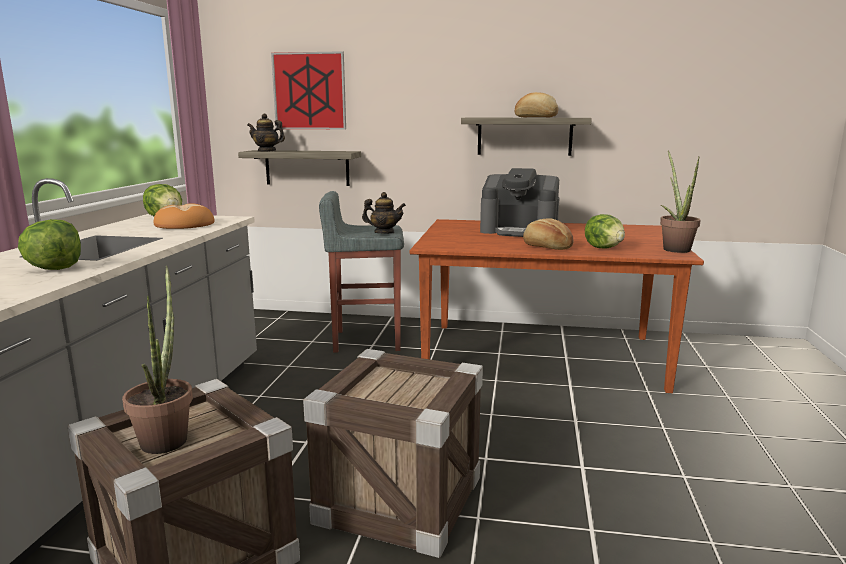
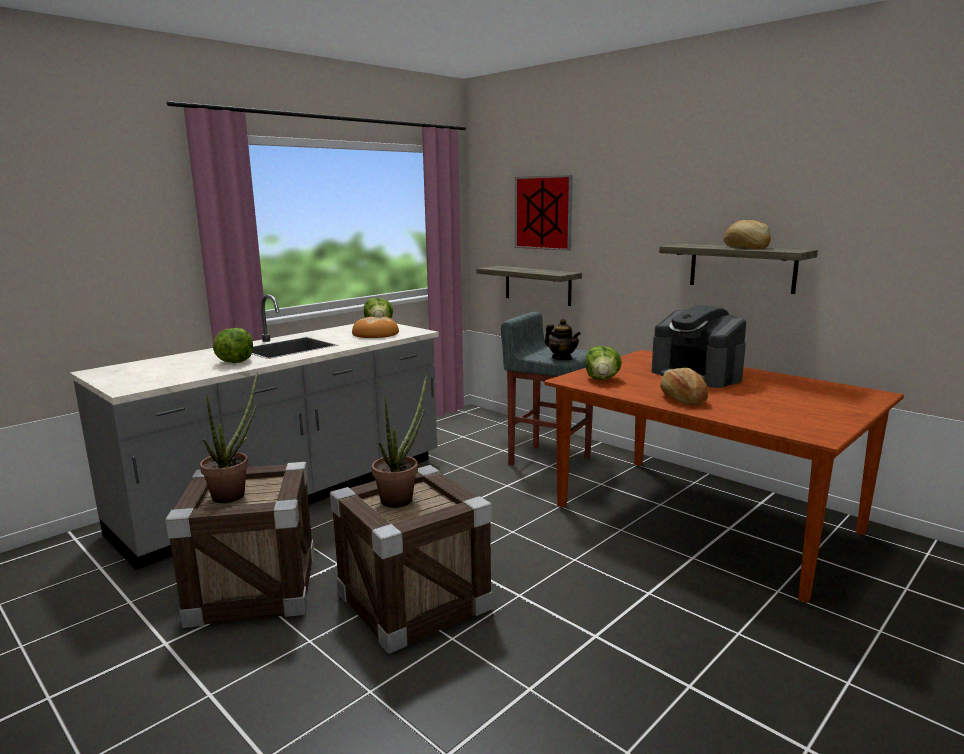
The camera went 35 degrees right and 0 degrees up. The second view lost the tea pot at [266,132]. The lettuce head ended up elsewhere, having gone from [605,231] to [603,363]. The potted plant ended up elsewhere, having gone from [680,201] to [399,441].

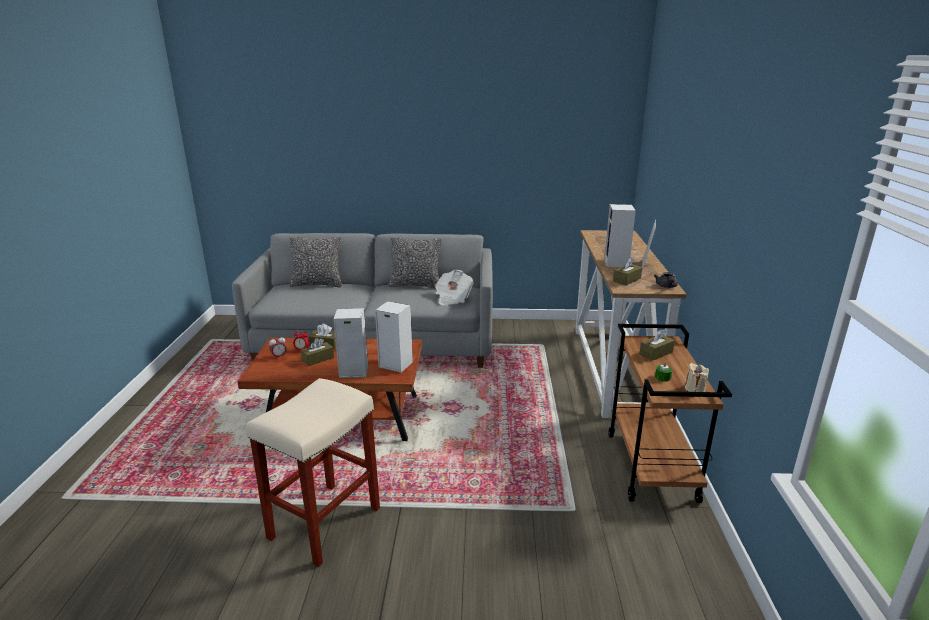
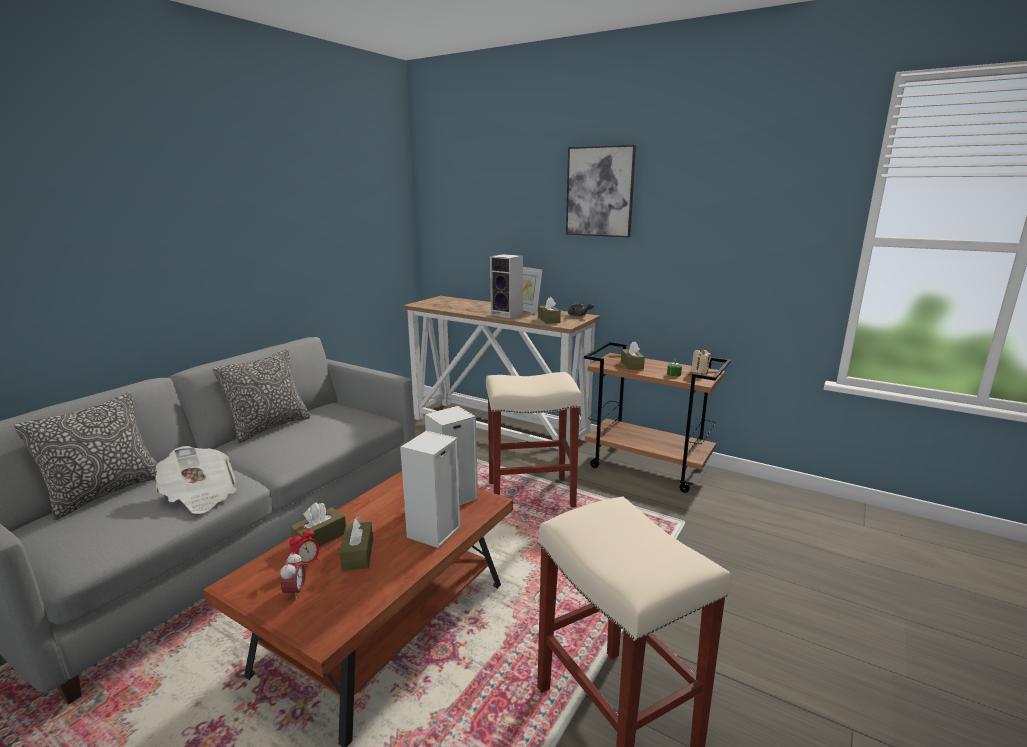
The camera went 60 degrees left and 5 degrees down. The second view gained the sand-coloured stool at [534,439]. The second view gained the wall art at [601,191]. The newspaper ended up elsewhere, having gone from [454,287] to [196,480].

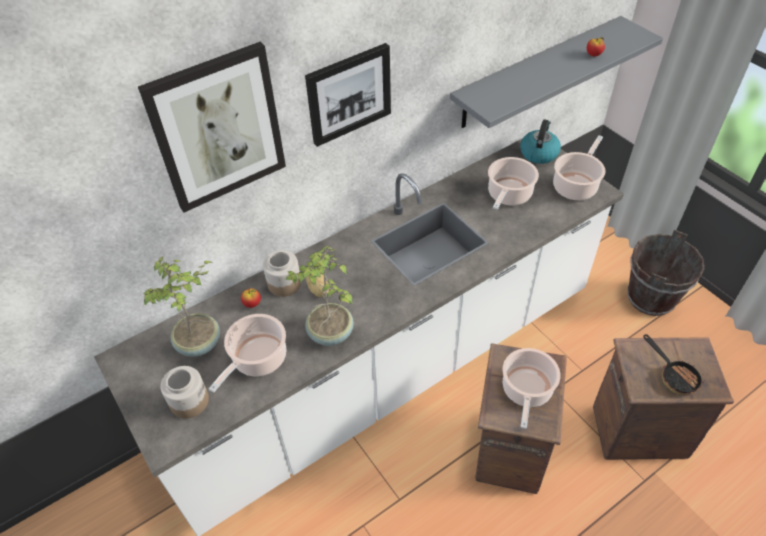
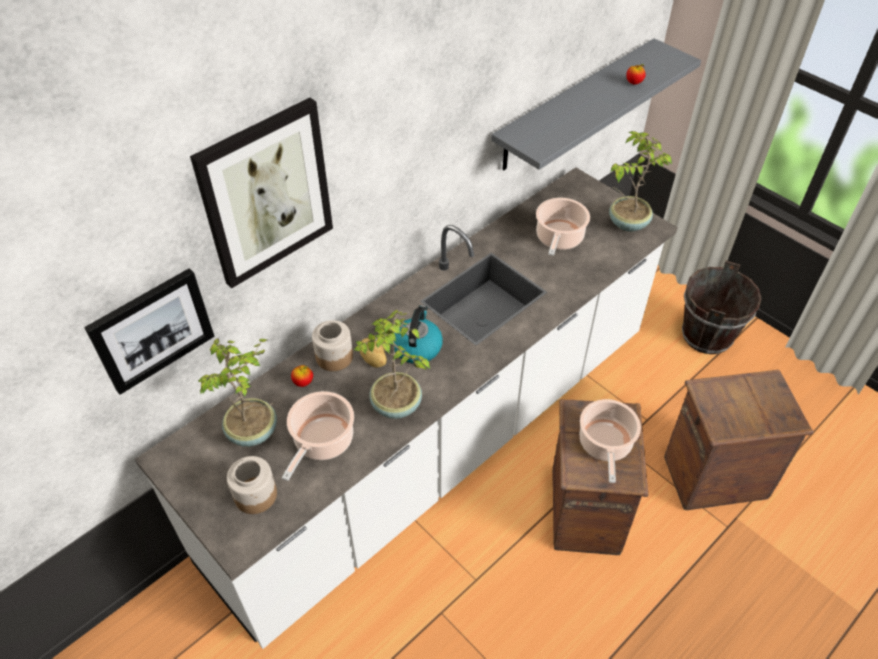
The camera went 10 degrees left and 0 degrees up. The second view lost the frying pan at [673,364]. The wall art ended up elsewhere, having gone from [348,95] to [149,331]. The kettle ended up elsewhere, having gone from [540,142] to [418,334]. Where the cooking pot stood at [579,167], the potted plant came to stand at [640,181].

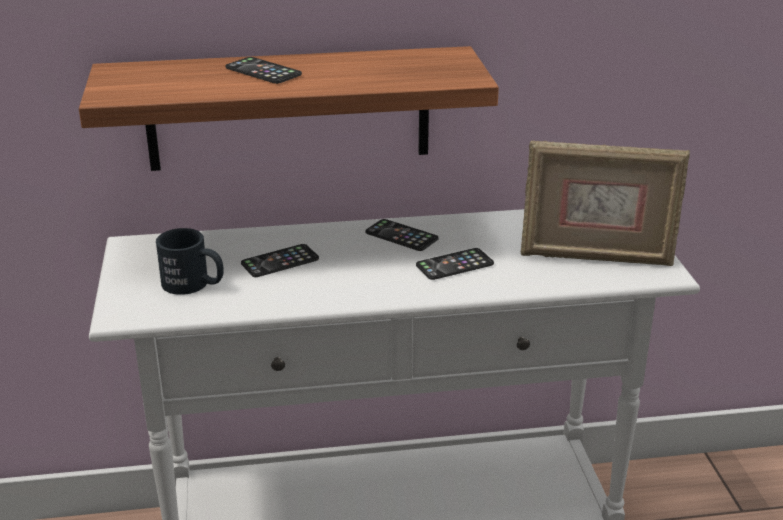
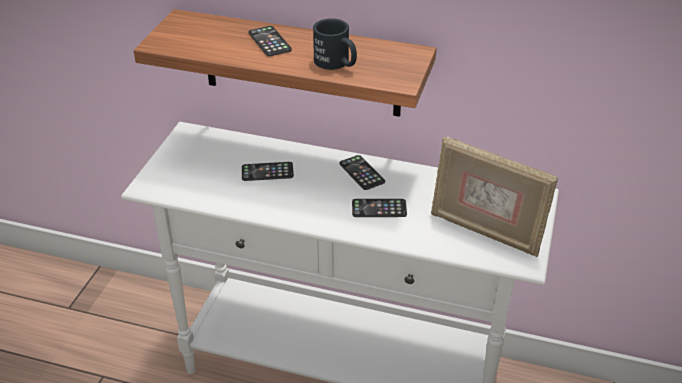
The camera went 25 degrees right and 10 degrees up. The black coffee mug ended up elsewhere, having gone from [190,261] to [335,44].

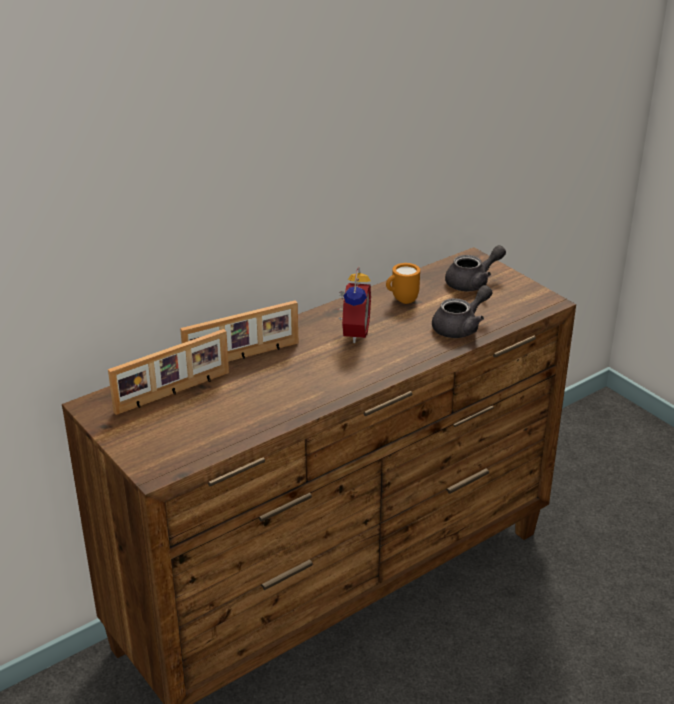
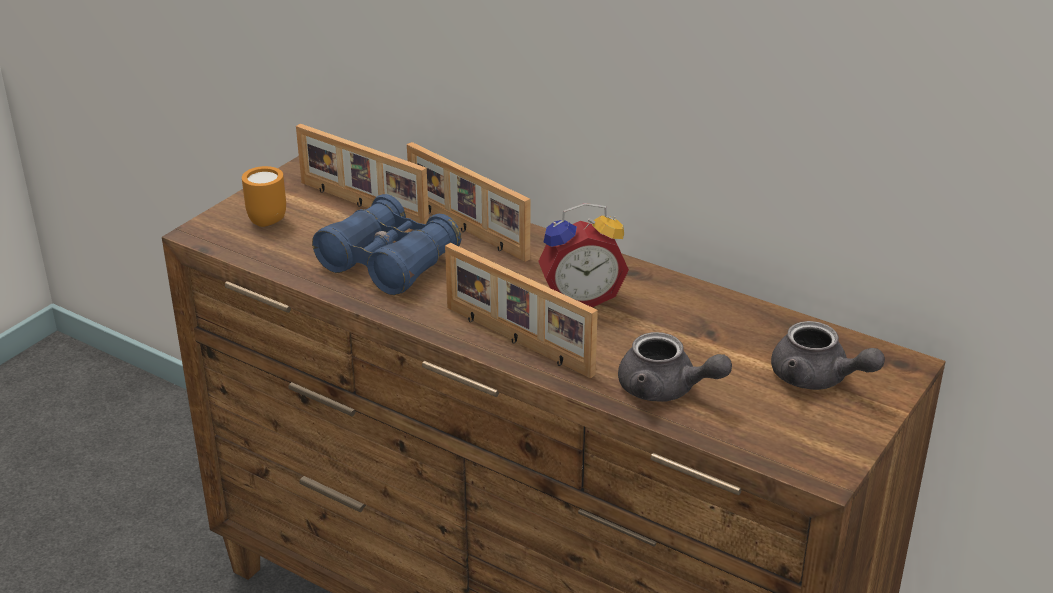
The camera went 70 degrees right and 0 degrees up. The second view gained the bluish binoculars at [386,244]. The second view gained the picture frame at [521,310]. The orange coffee mug ended up elsewhere, having gone from [403,283] to [264,196].

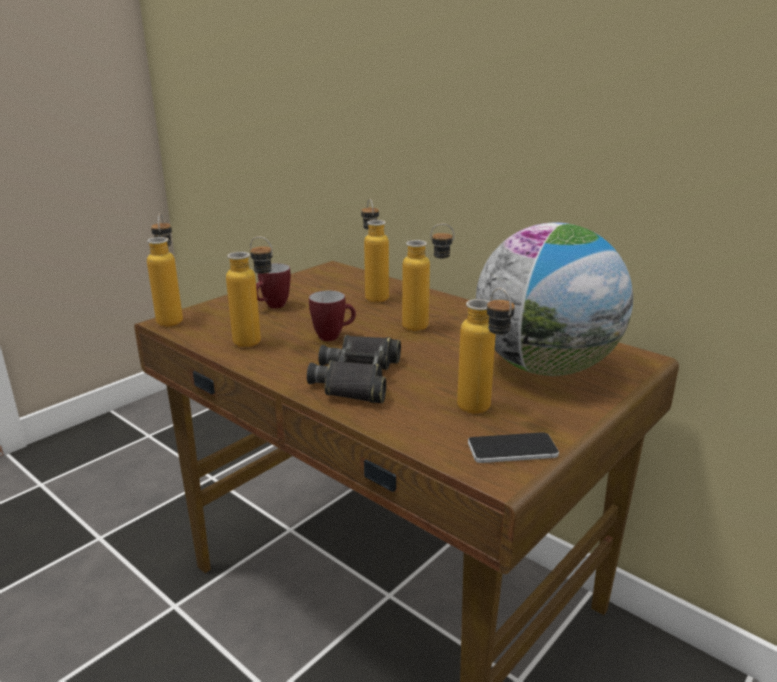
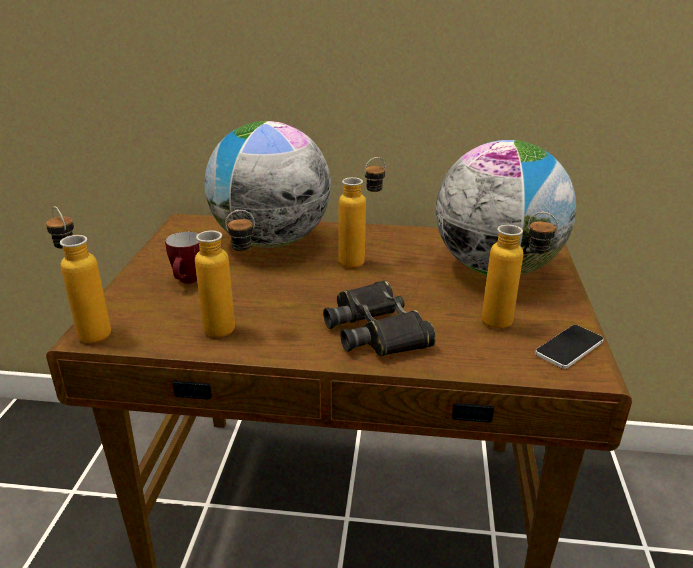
The camera went 35 degrees left and 5 degrees up. The second view lost the coffee mug at [332,315]. Where the drink bottle stood at [375,251], the desk globe came to stand at [268,184].

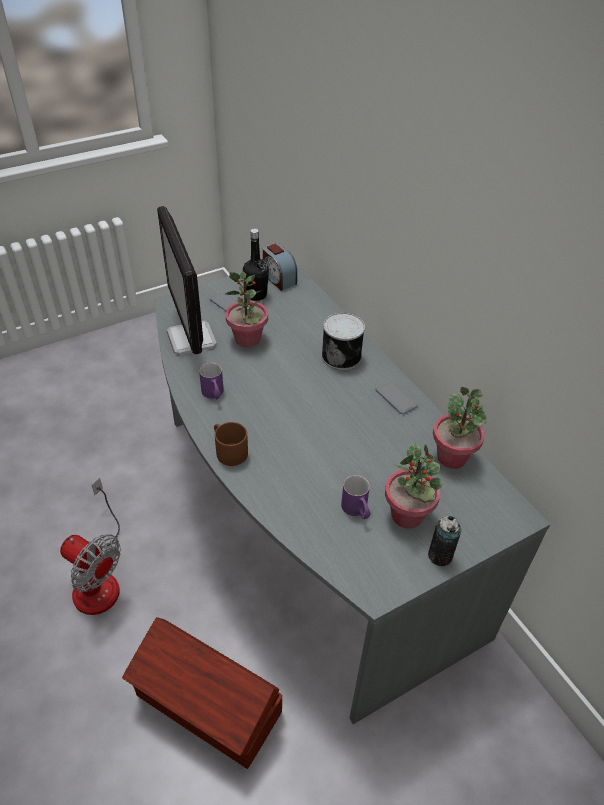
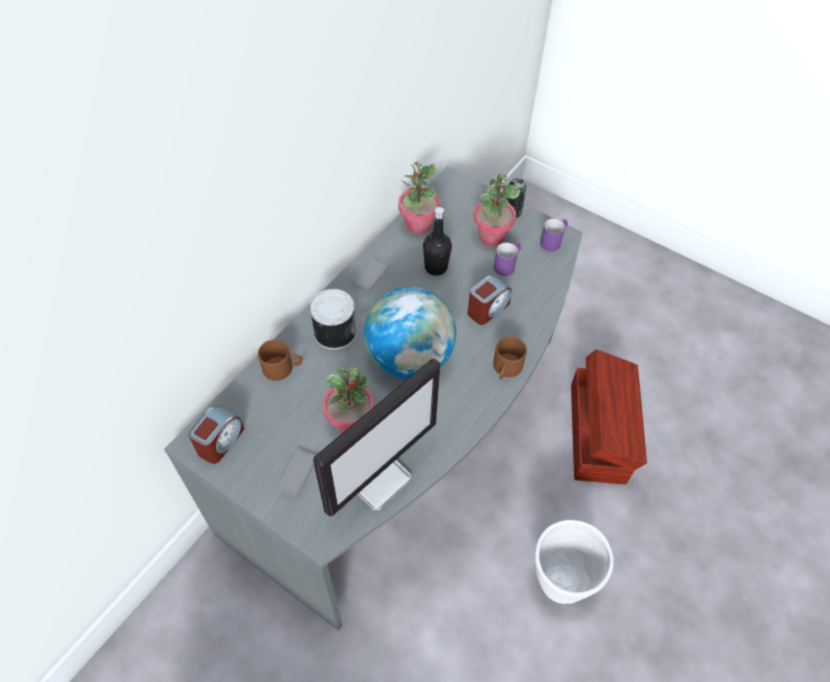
The camera went 115 degrees left and 10 degrees up. The second view gained the brown coffee mug at [280,360]. The second view gained the desk globe at [410,333]. The second view gained the bedside clock at [489,300]. The purple coffee mug ended up elsewhere, having gone from [211,381] to [554,235]. The black drink bottle ended up elsewhere, having gone from [256,265] to [437,241]. Where the fan stood at [90,546], the white plant pot came to stand at [574,562].

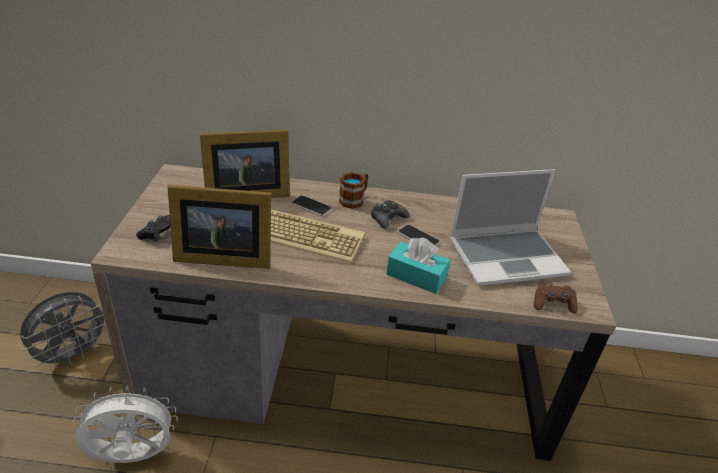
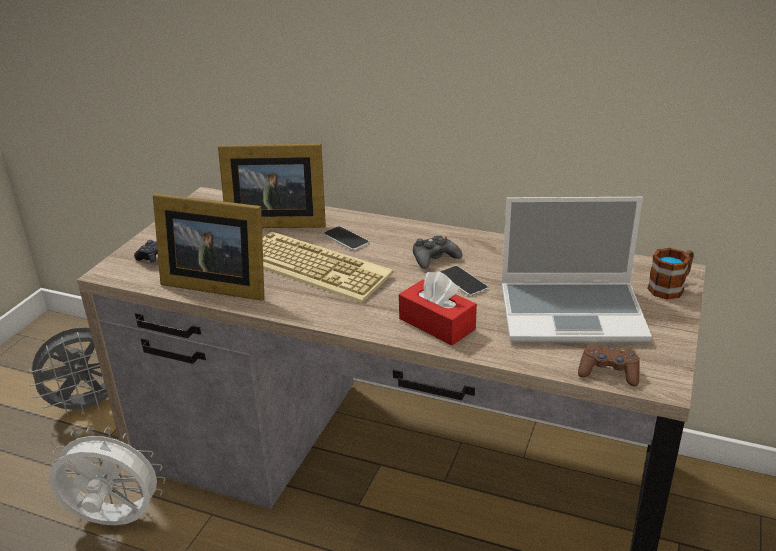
The camera went 20 degrees right and 5 degrees down. The coffee mug ended up elsewhere, having gone from [353,190] to [670,274]. What was the turquoise box of tissues at [418,266] turned into the reddish box of tissues at [438,308].

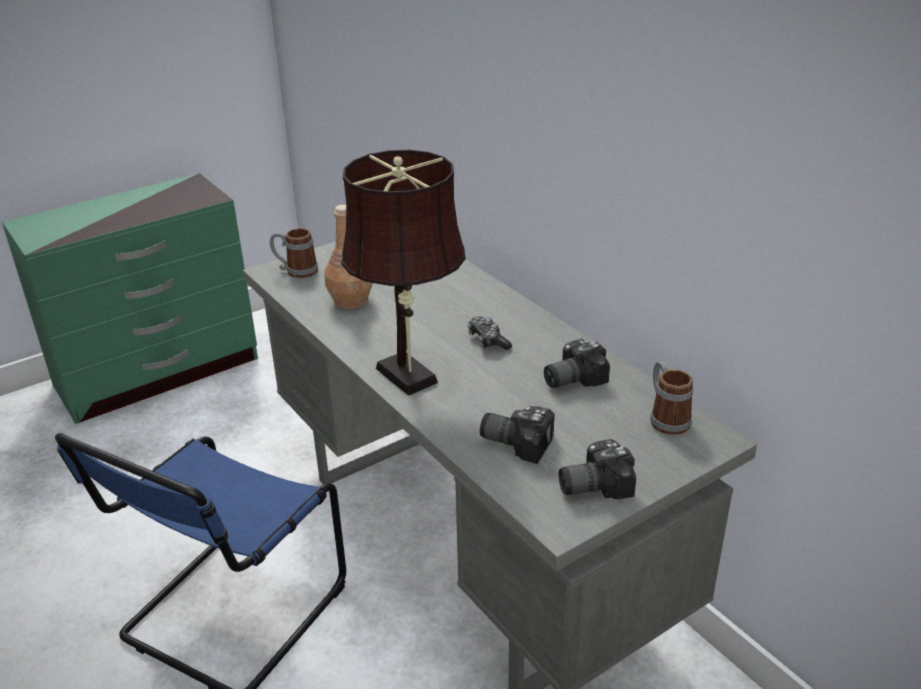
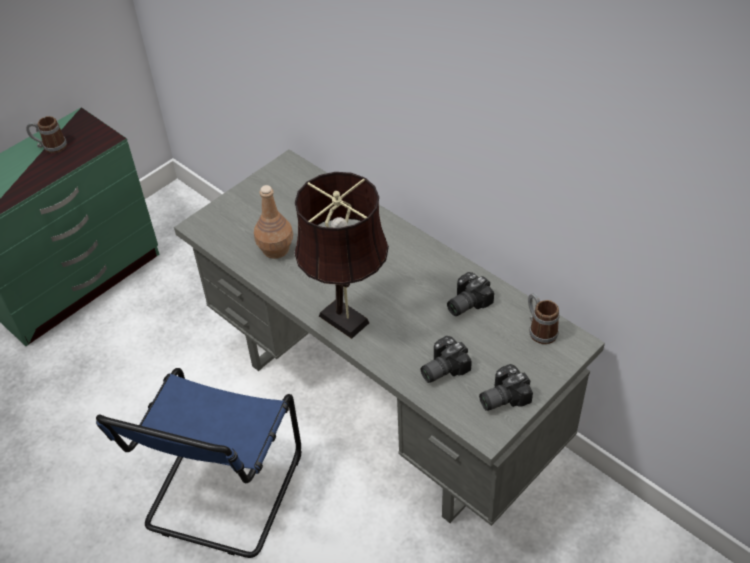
The camera went 10 degrees left and 15 degrees up. The second view lost the joypad at [489,333]. The coffee mug ended up elsewhere, having gone from [294,253] to [46,134]. The still camera at [517,435] ended up facing another way, 45 degrees counterclockwise from before.

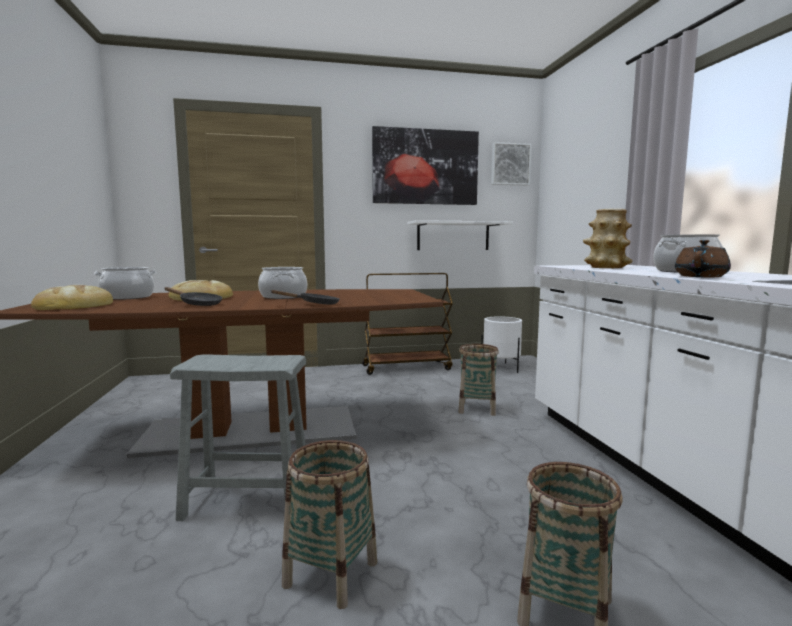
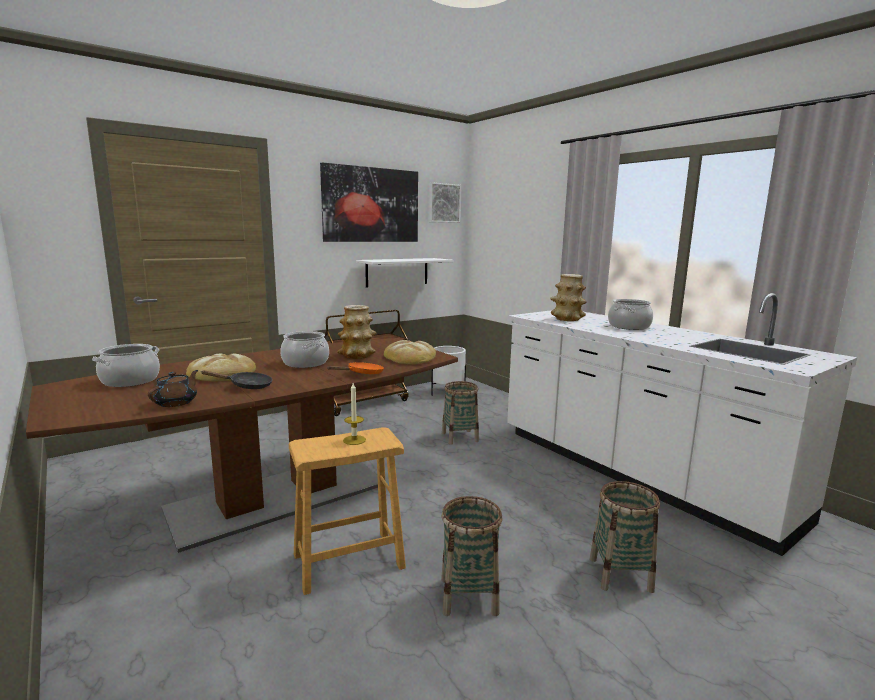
The camera went 25 degrees left and 5 degrees up. The second view gained the vase at [357,332]. The second view gained the wax light at [354,414]. The bakery bread ended up elsewhere, having gone from [72,297] to [410,352]. The brown tea pot ended up elsewhere, having gone from [703,259] to [173,388]. What was the grey stool at [238,437] turned into the brown stool at [347,511]. What was the black frying pan at [304,297] turned into the orange frying pan at [355,368].

